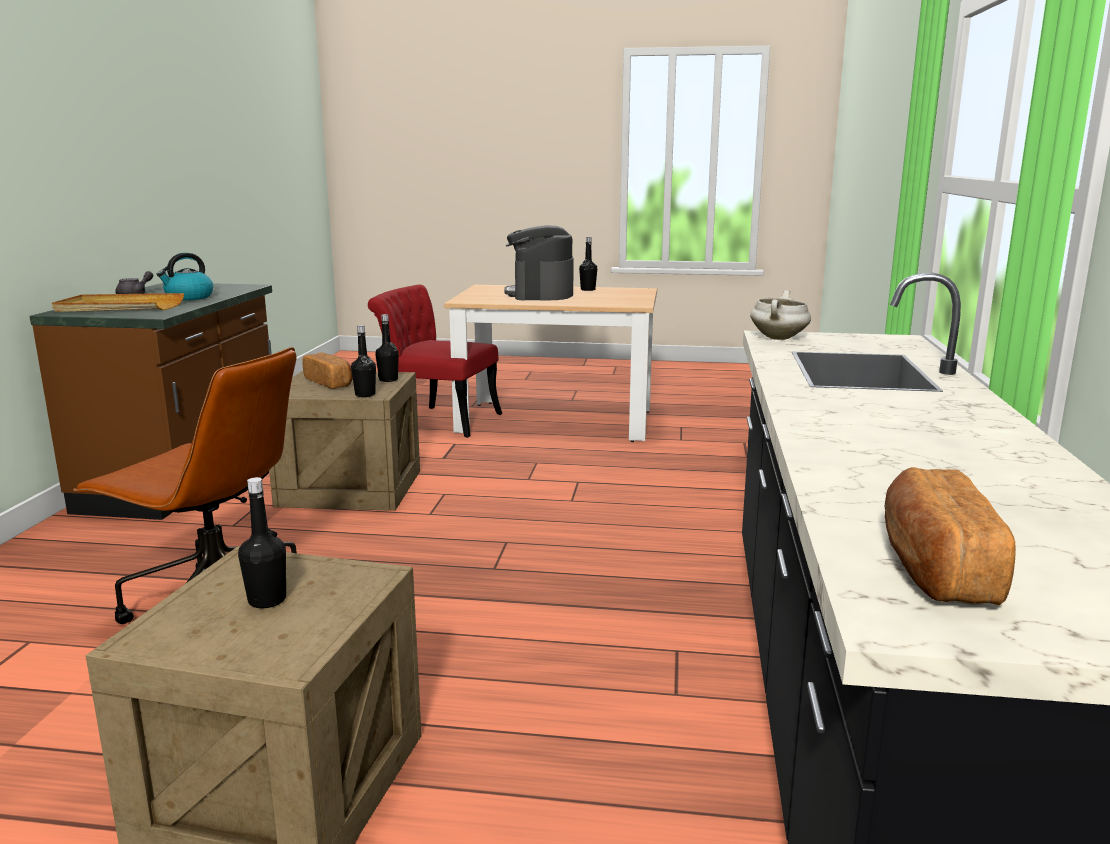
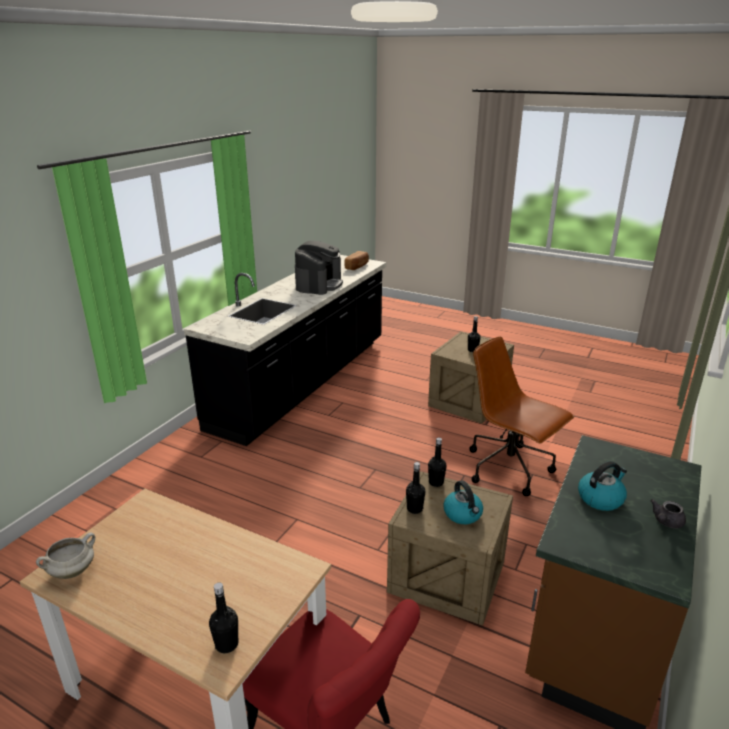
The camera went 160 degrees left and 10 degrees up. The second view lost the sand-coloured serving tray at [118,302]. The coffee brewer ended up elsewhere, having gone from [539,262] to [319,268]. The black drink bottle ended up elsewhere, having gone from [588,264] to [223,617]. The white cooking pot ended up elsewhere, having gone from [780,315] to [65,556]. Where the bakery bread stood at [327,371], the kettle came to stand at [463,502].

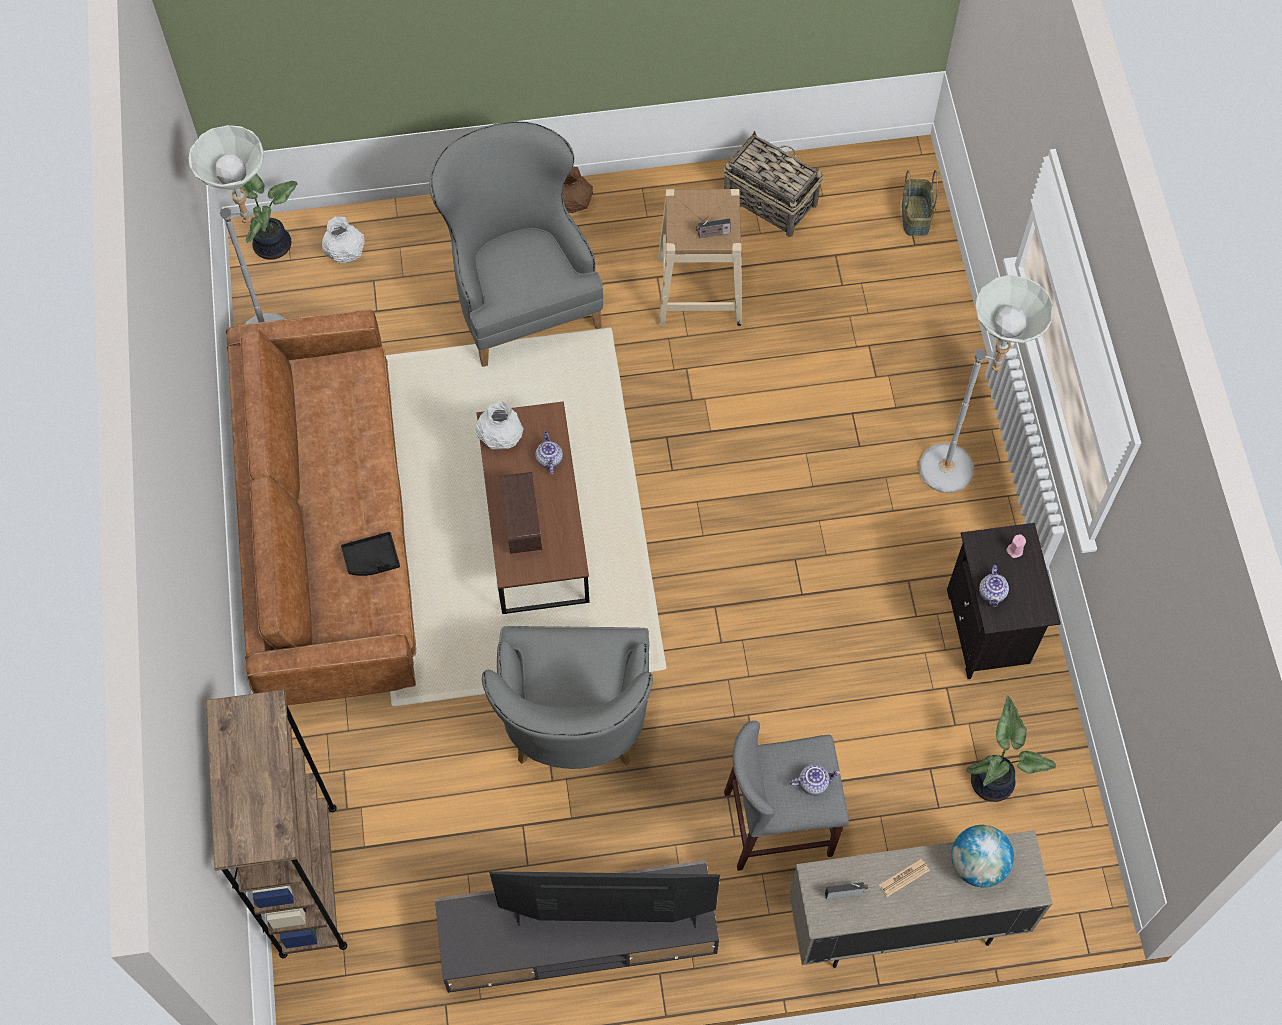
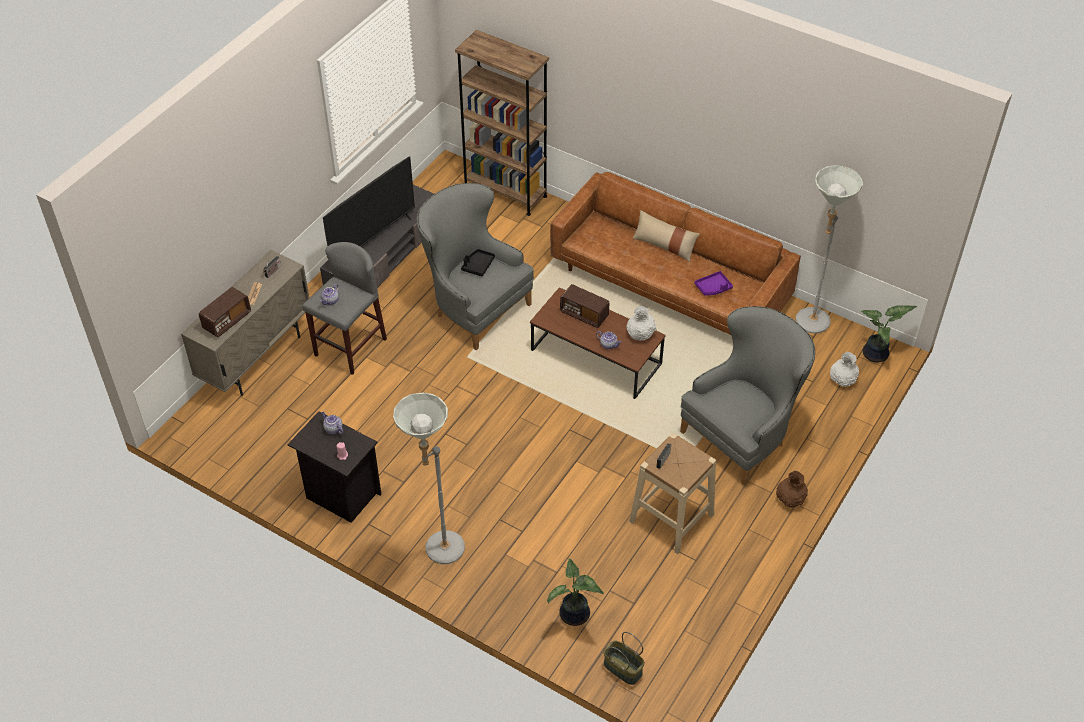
The camera went 130 degrees right and 15 degrees down. The second view lost the household basket at [774,184]. The second view gained the sand-coloured pillow at [666,236]. The second view gained the purple serving tray at [713,283]. The black serving tray ended up elsewhere, having gone from [370,554] to [478,262]. The potted plant ended up elsewhere, having gone from [1011,749] to [575,592]. Where the desk globe stood at [982,856], the radio receiver came to stand at [225,312]. The grey easy chair at [516,244] ended up facing another way, 60 degrees counterclockwise from before.

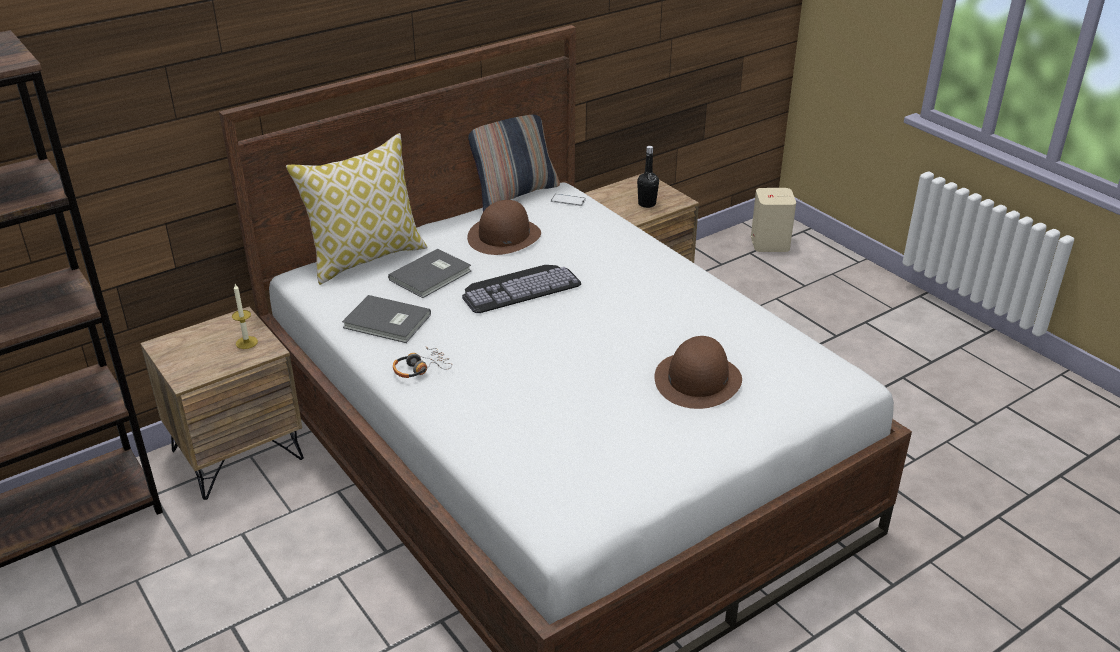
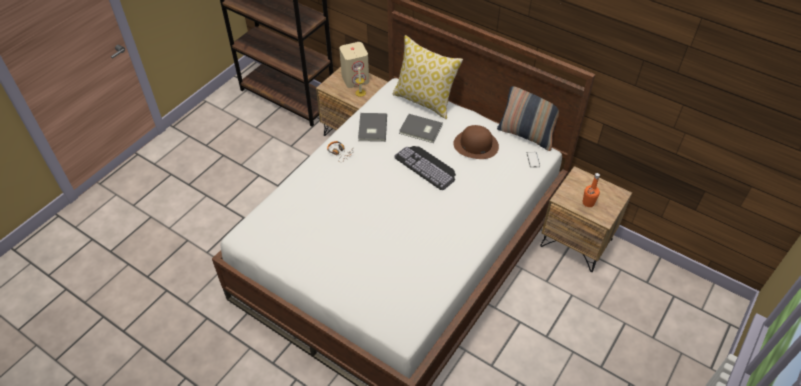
The camera went 70 degrees right and 15 degrees up. The second view lost the brown clothing hat at [698,372]. The sand-coloured audio speaker ended up elsewhere, having gone from [773,220] to [354,65]. What was the black drink bottle at [648,177] turned into the orange drink bottle at [591,190].

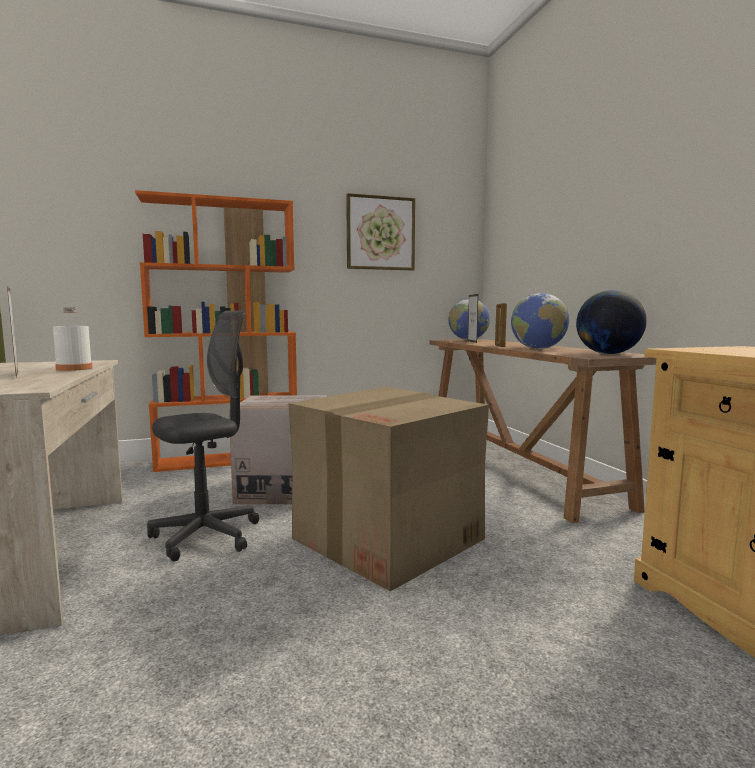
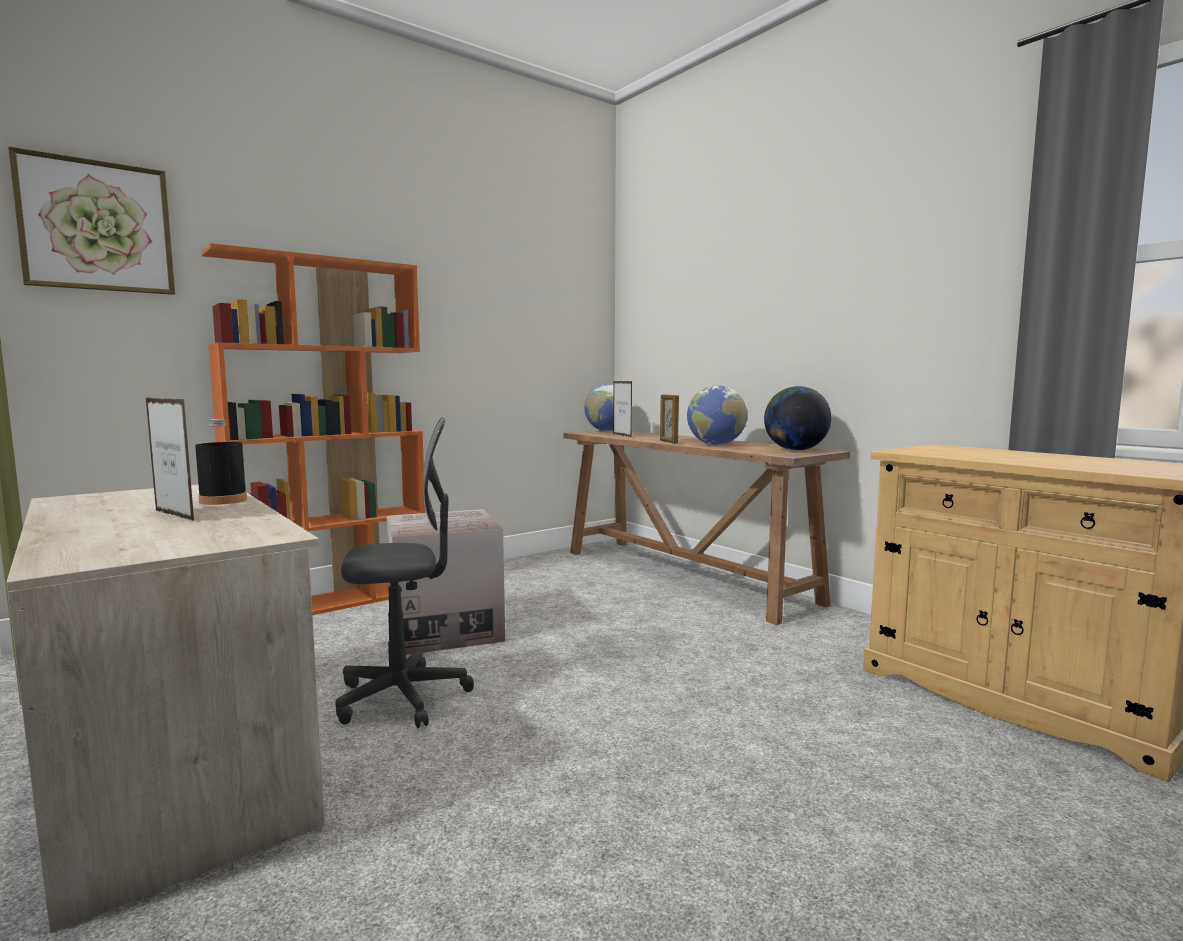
The camera went 20 degrees left and 0 degrees up. The second view lost the carton at [389,489]. The wall art ended up elsewhere, having gone from [380,231] to [91,220]. What was the white drink bottle at [72,339] turned into the black drink bottle at [221,462]. The grey desk chair at [203,436] ended up facing another way, 45 degrees clockwise from before.

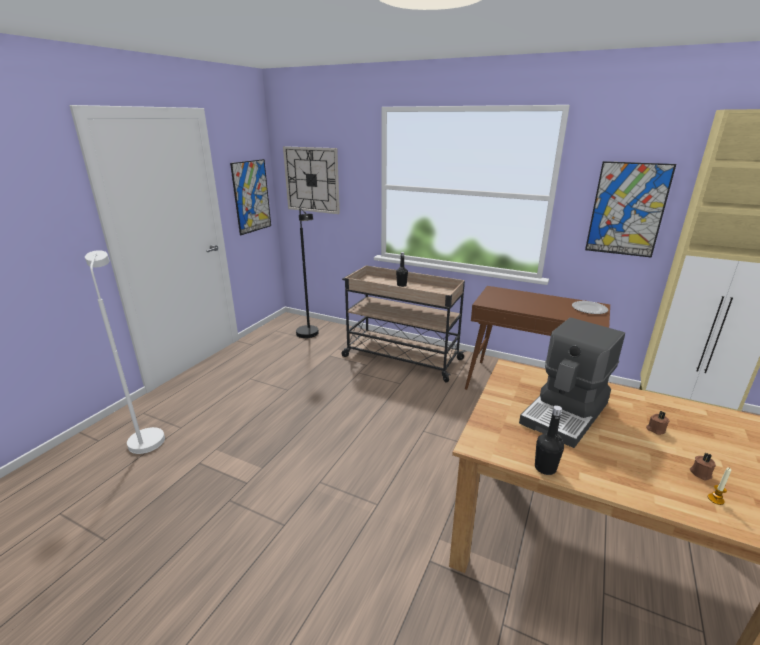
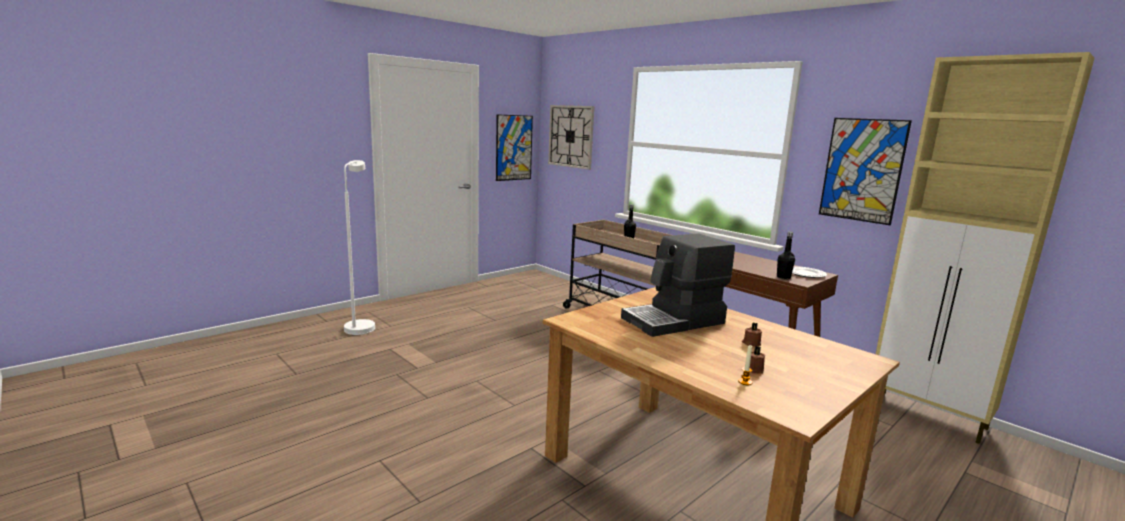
The camera went 20 degrees right and 10 degrees down. The second view lost the black floor lamp at [307,272]. The black drink bottle ended up elsewhere, having gone from [549,440] to [786,255].

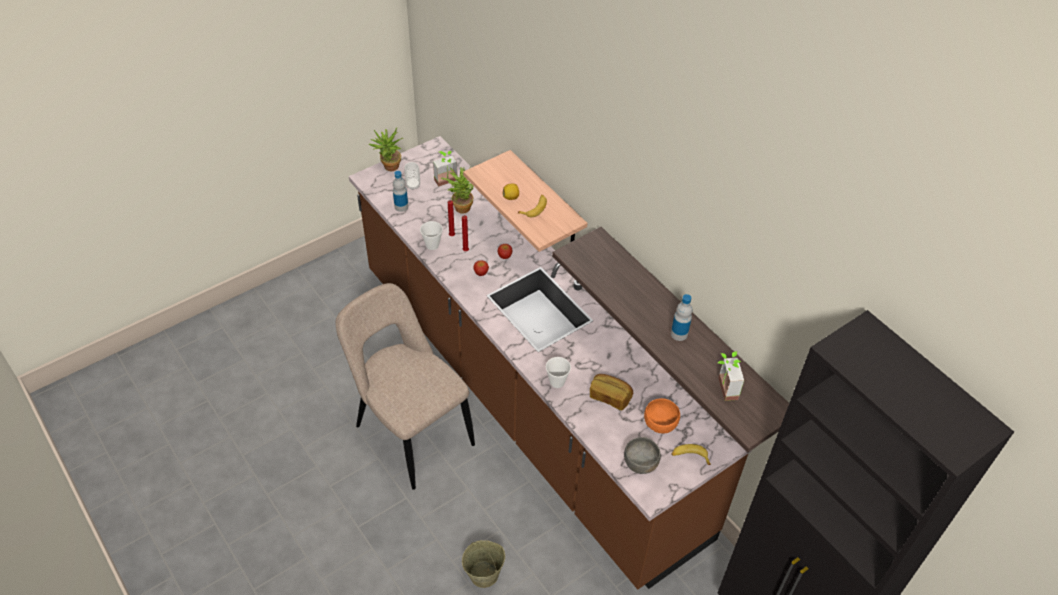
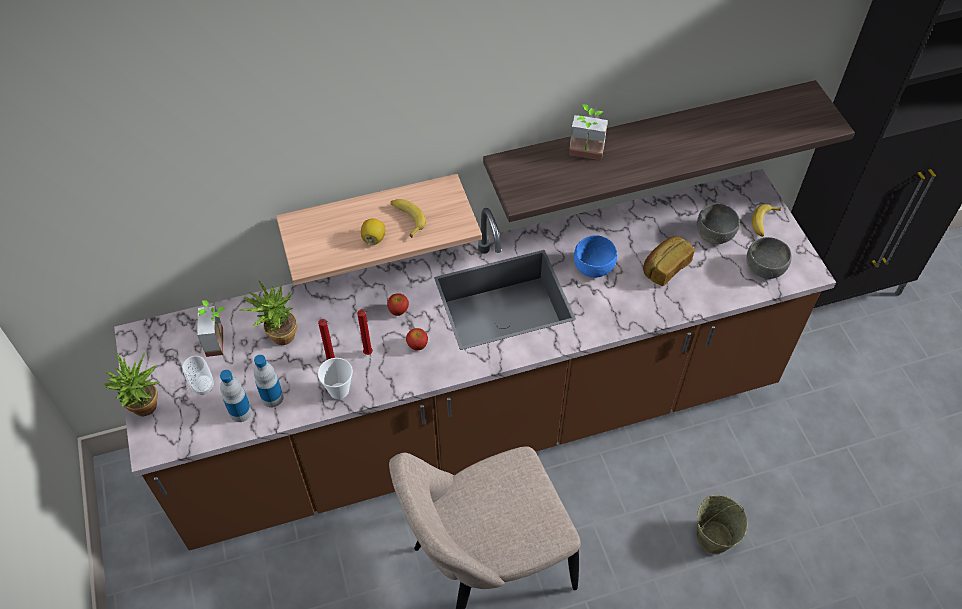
The camera went 70 degrees left and 5 degrees up. The second view lost the small cup at [558,372]. The second view gained the bluish deep dish at [595,256]. The drink bottle ended up elsewhere, having gone from [681,317] to [269,381]. The potted plant ended up elsewhere, having gone from [731,376] to [588,132]. What was the orange deep dish at [662,415] turned into the grey deep dish at [718,224].

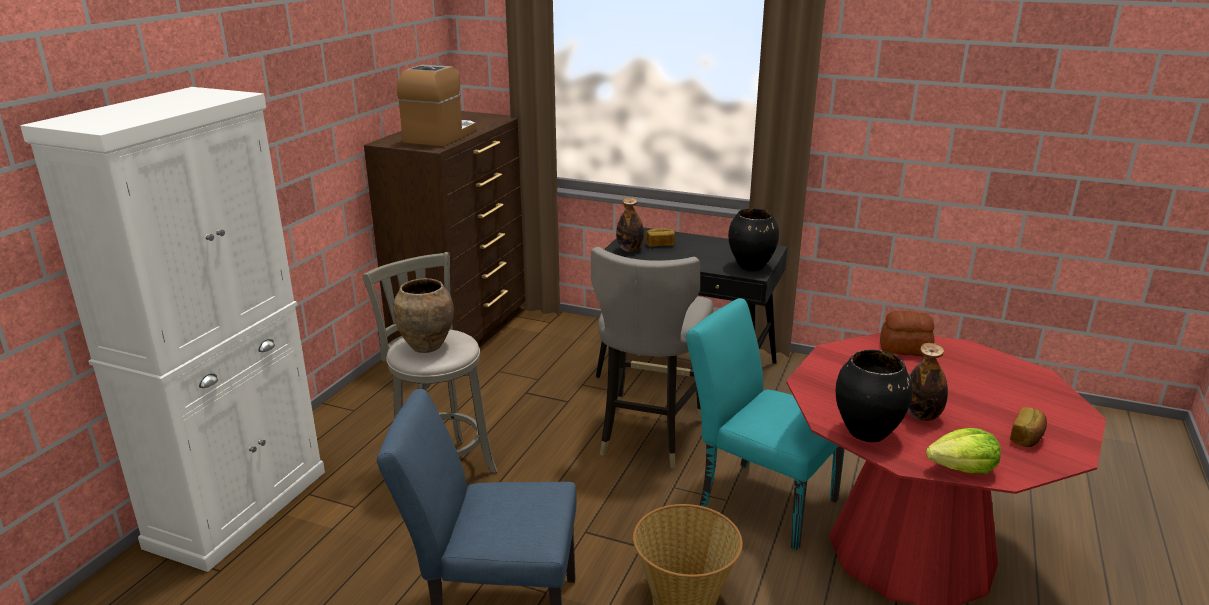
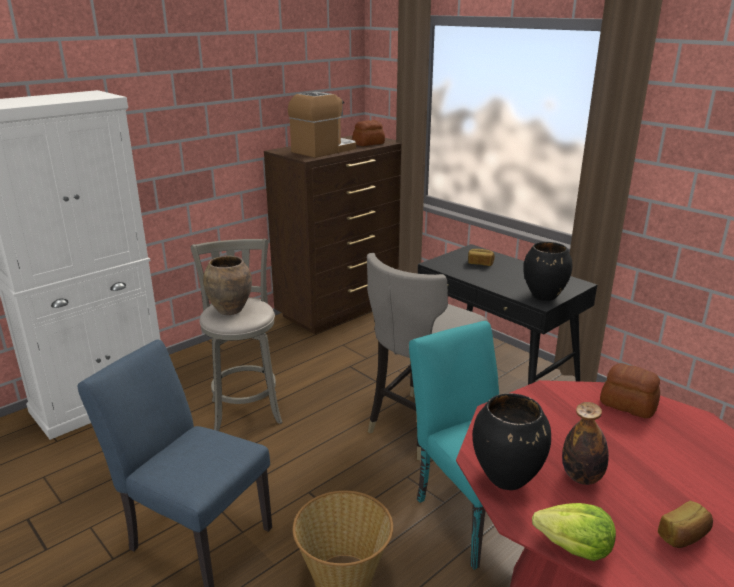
The camera went 25 degrees right and 0 degrees up. The second view lost the drink bottle at [630,225]. The second view gained the bakery bread at [368,133].

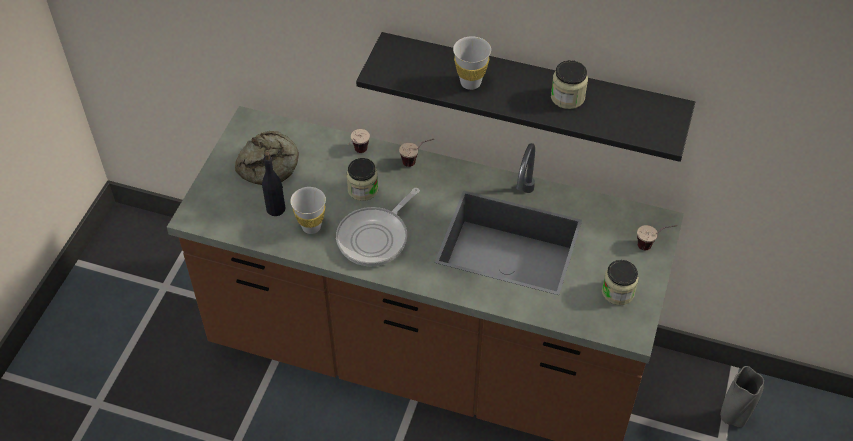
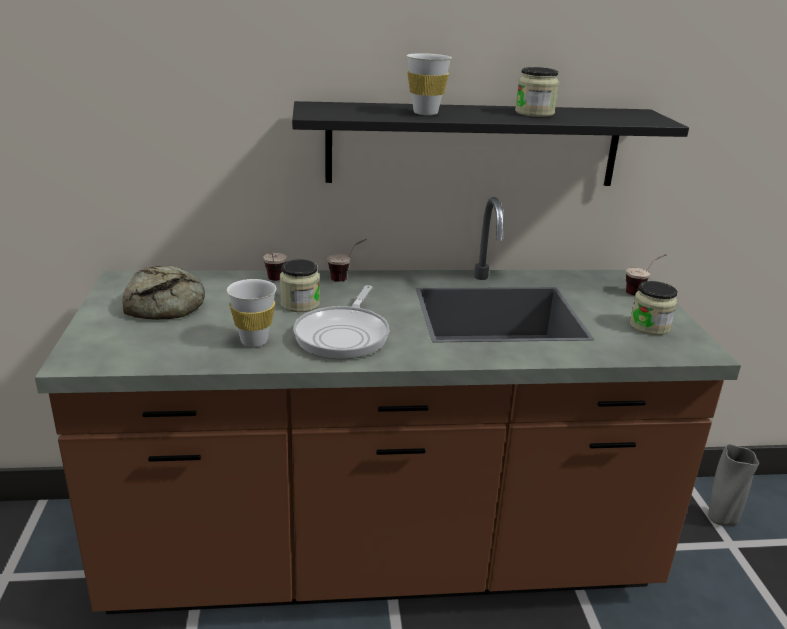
The camera went 25 degrees left and 25 degrees down. The second view lost the black drink bottle at [274,184].

